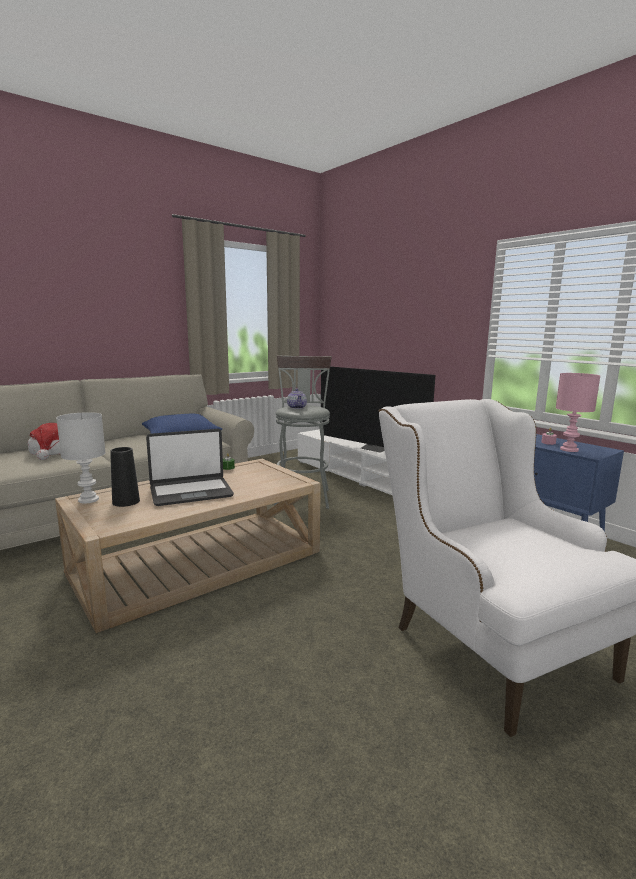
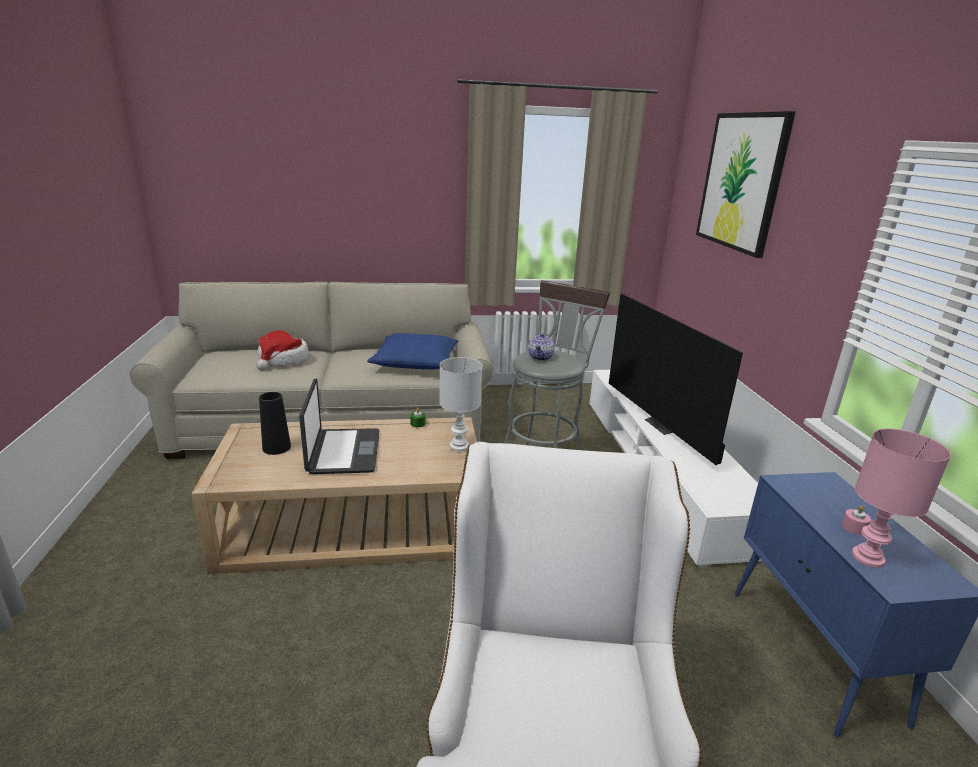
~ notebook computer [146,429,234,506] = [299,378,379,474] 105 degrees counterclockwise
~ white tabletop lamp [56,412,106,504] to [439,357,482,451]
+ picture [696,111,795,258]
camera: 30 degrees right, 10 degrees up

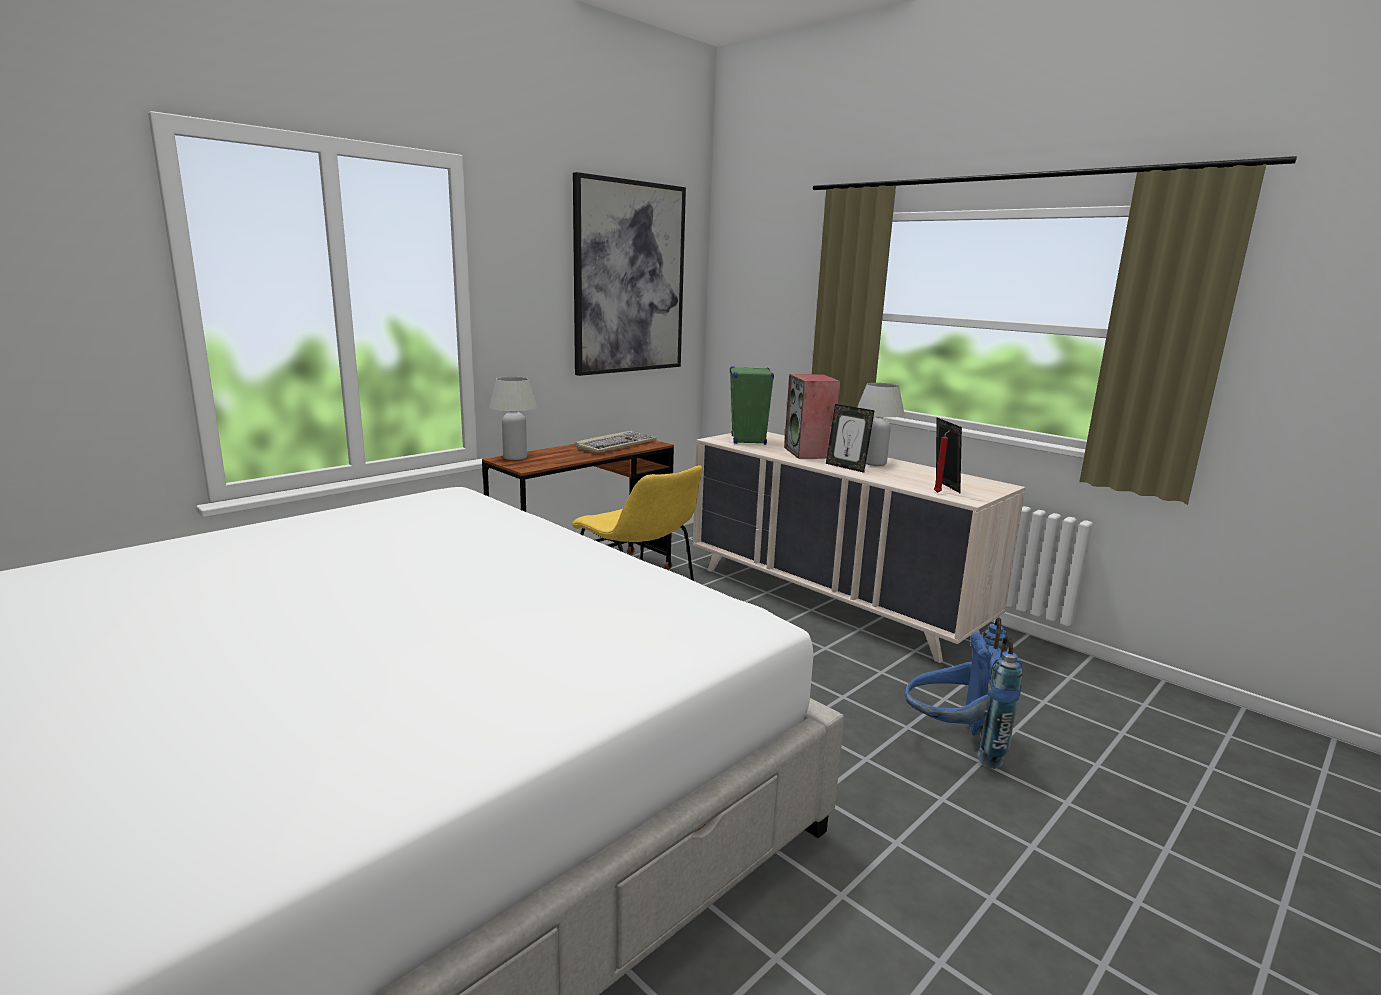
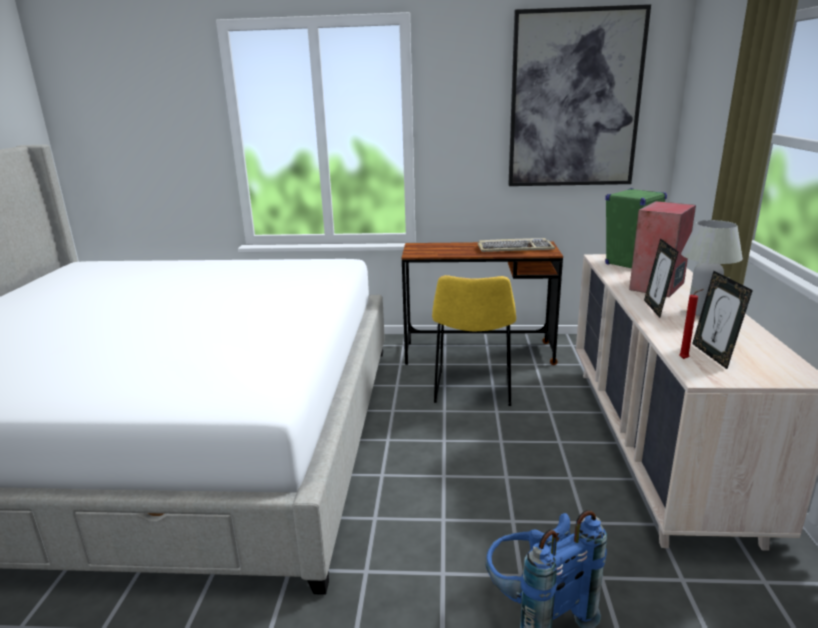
~ picture frame [936,418,962,493] = [692,271,753,369] 135 degrees clockwise
- white tabletop lamp [489,377,538,460]
camera: 50 degrees right, 5 degrees up

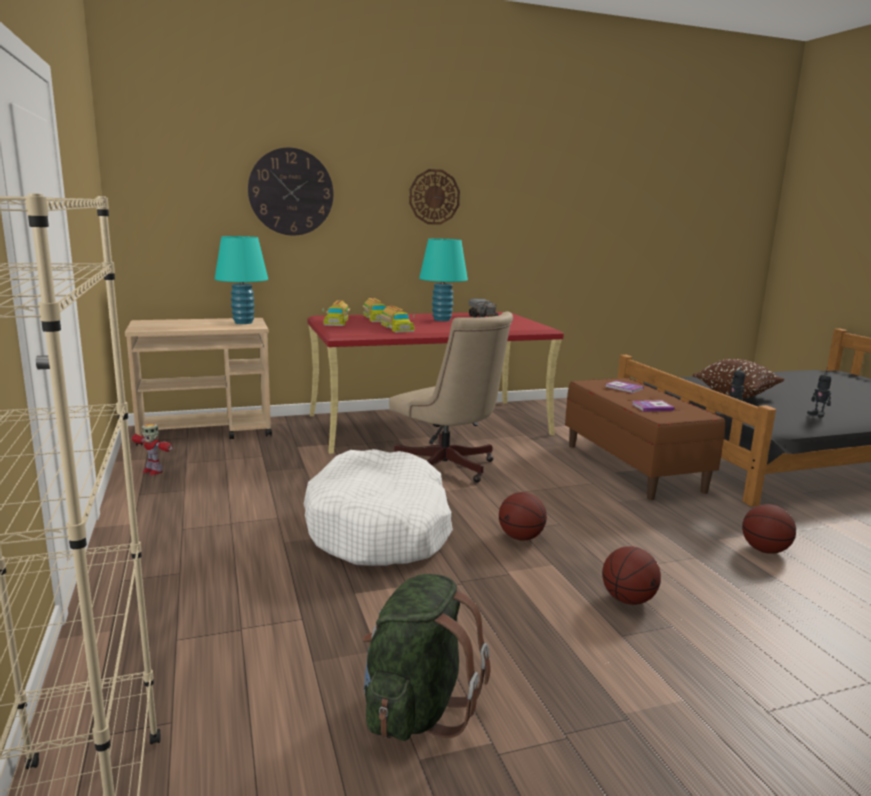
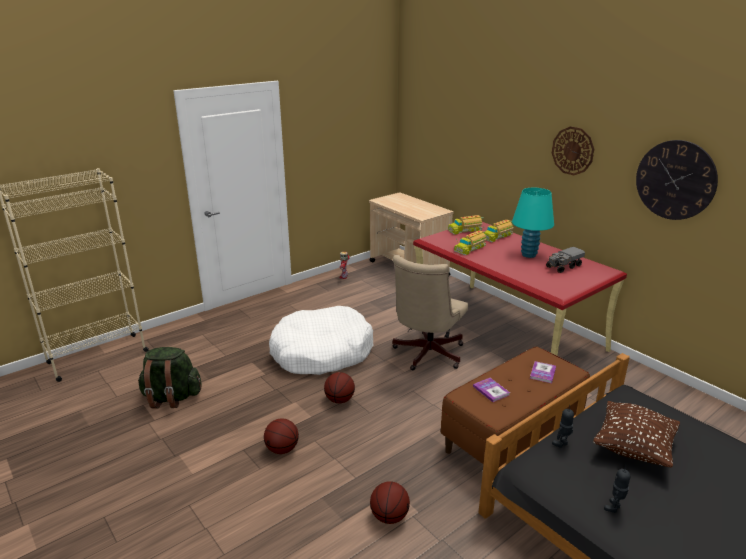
~ clock on the wall [248,148,333,235] to [636,140,718,220]
- turquoise tabletop lamp [215,236,268,324]
camera: 70 degrees right, 10 degrees up

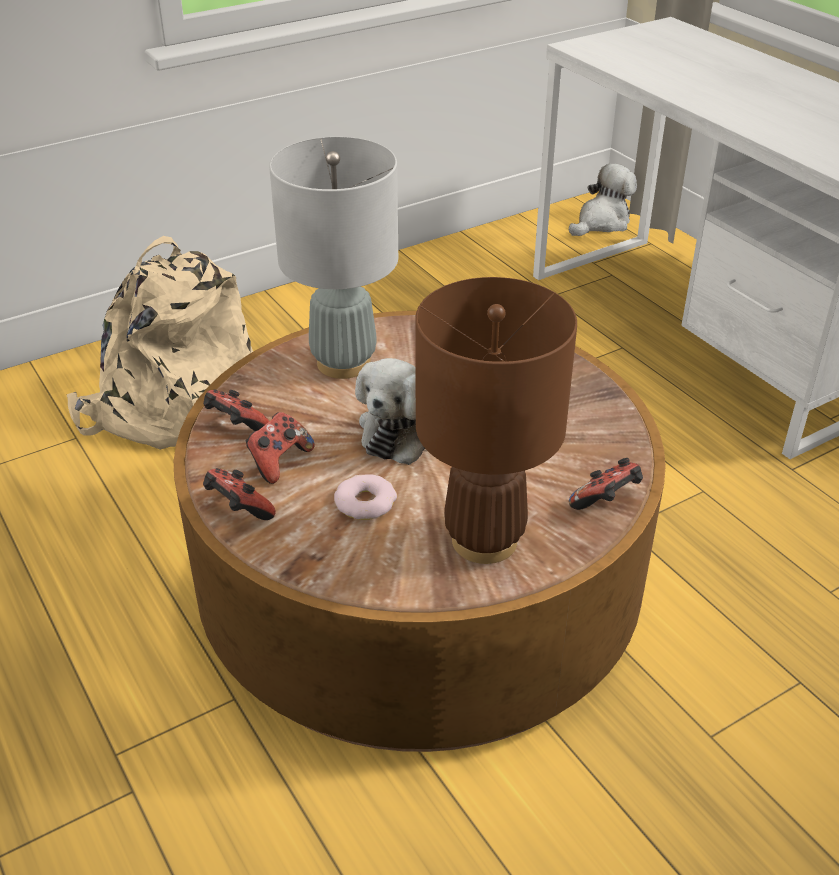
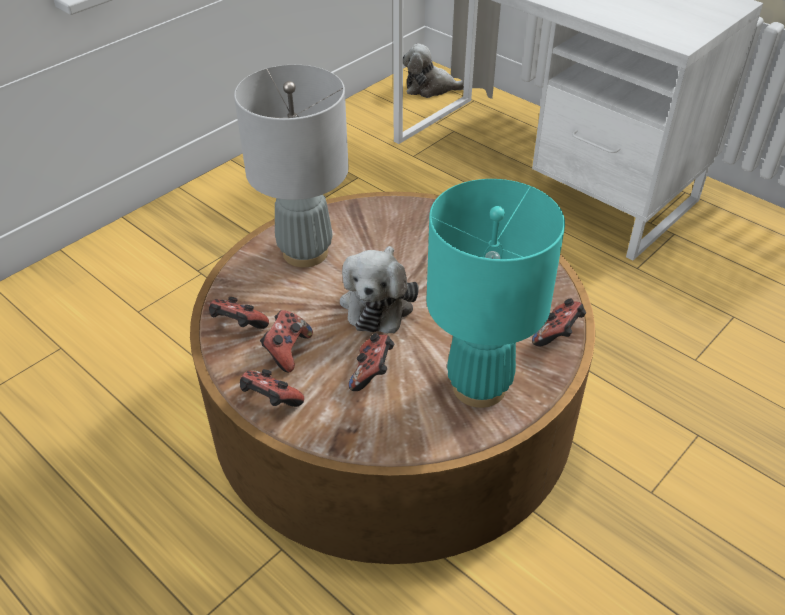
~ doughnut [334,474,397,520] to joypad [348,333,394,391]
~ plush toy [568,164,637,236] = [403,43,464,98] 120 degrees counterclockwise
~ brown tabletop lamp [415,277,577,564] to turquoise tabletop lamp [427,179,565,408]
- sand-coloured knapsack [67,236,253,450]
camera: 15 degrees left, 5 degrees up

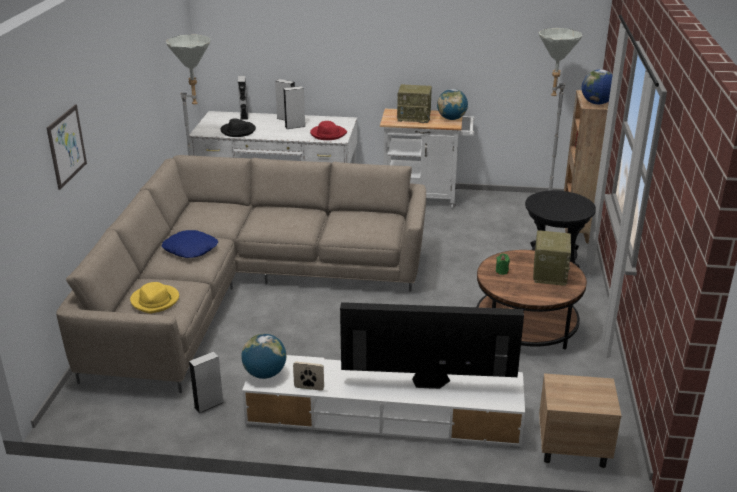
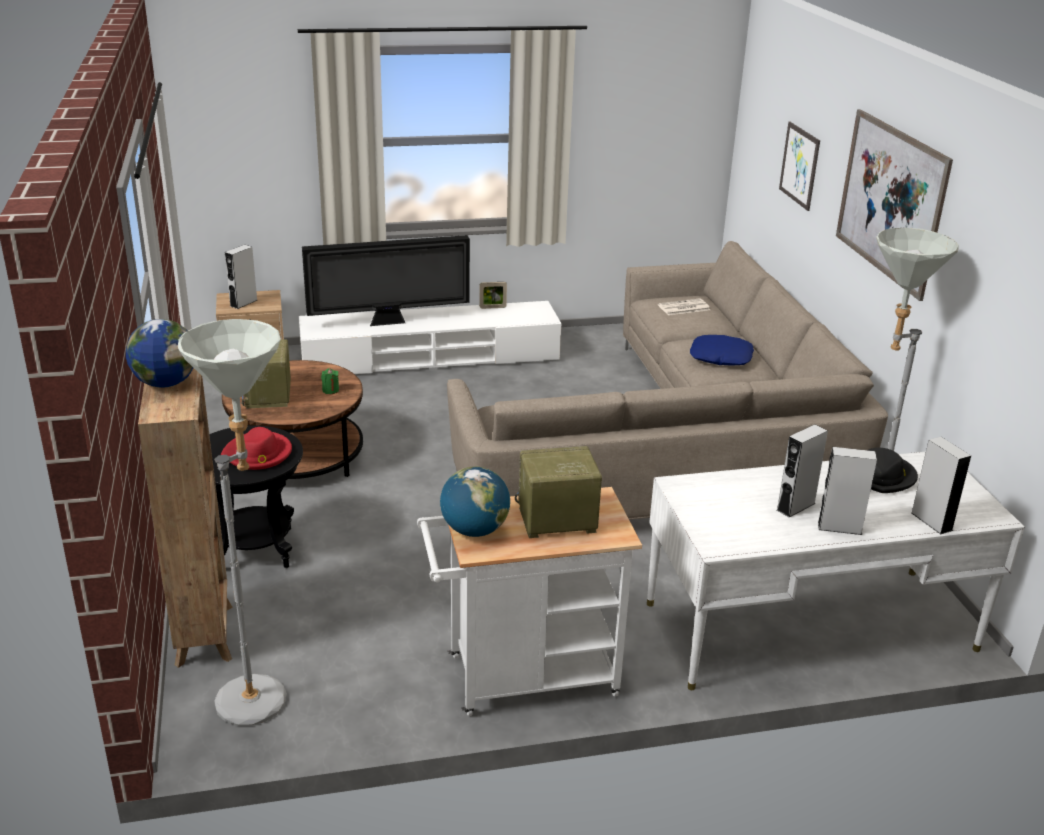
~ reddish hat [310,121,347,140] to [221,427,292,470]
~ grey loudspeaker [189,351,224,413] to [225,245,257,309]
~ yellowish hat [130,282,179,314] to daily paper [658,298,710,315]
+ picture [836,109,953,301]
- world globe [241,334,286,379]
camera: 160 degrees right, 0 degrees up

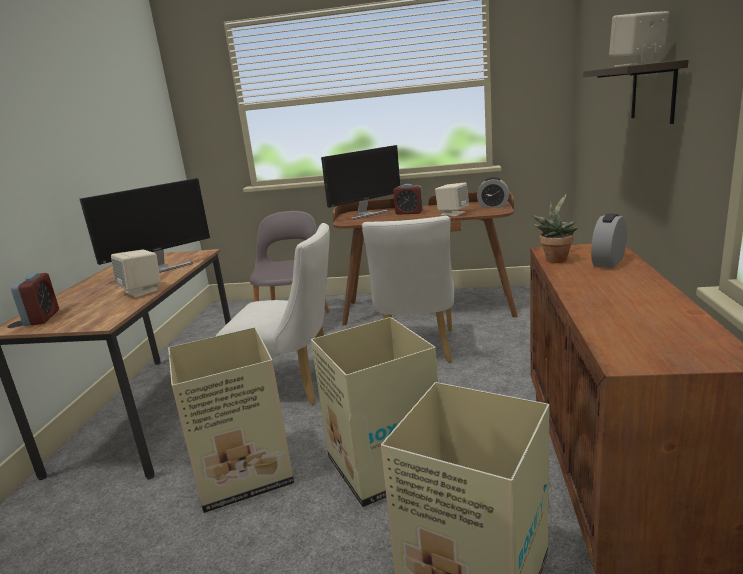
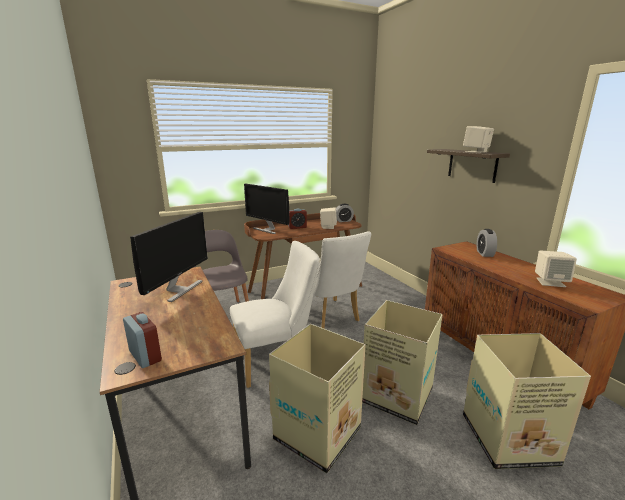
~ monitor [321,145,400,220] = [244,184,290,234] 105 degrees clockwise
~ sand-coloured loudspeaker [111,250,161,298] to [535,250,577,287]
- plant in a pot [531,194,578,263]
camera: 35 degrees left, 0 degrees up

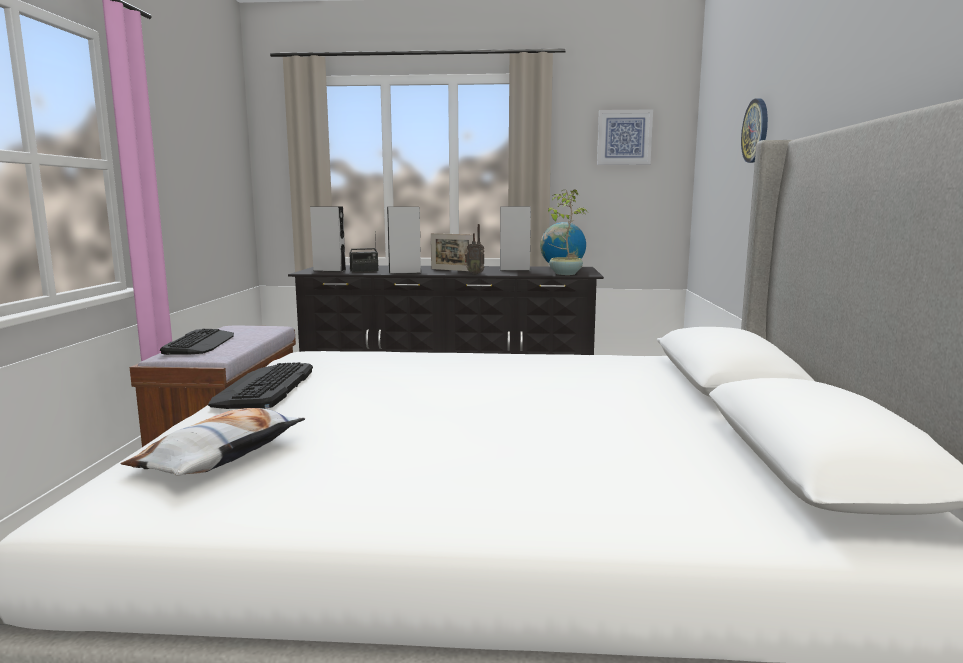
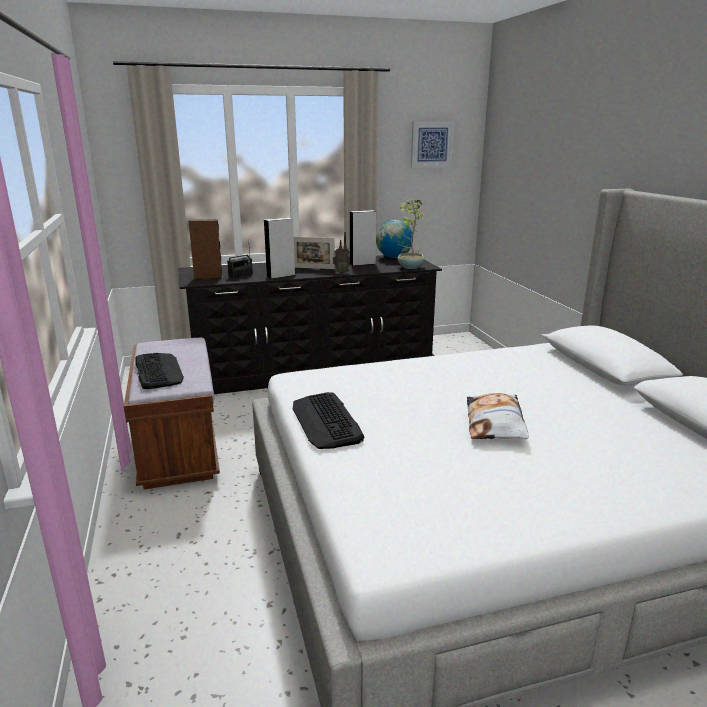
~ grey loudspeaker [310,206,346,272] to brown loudspeaker [188,219,223,280]
~ throw pillow [120,408,306,476] to [467,393,529,439]
- clock on the wall [741,98,768,163]
camera: 20 degrees left, 10 degrees up

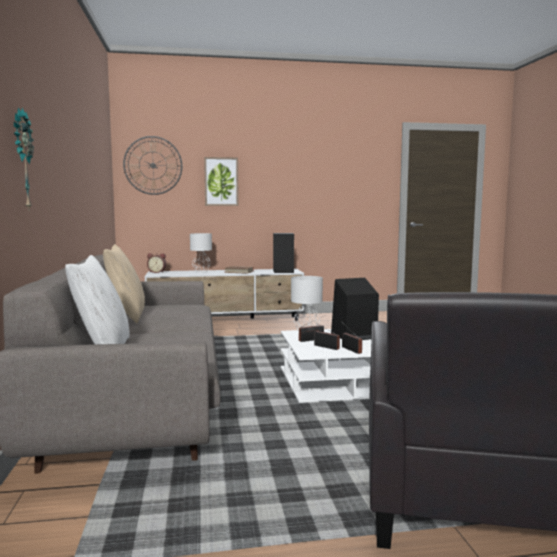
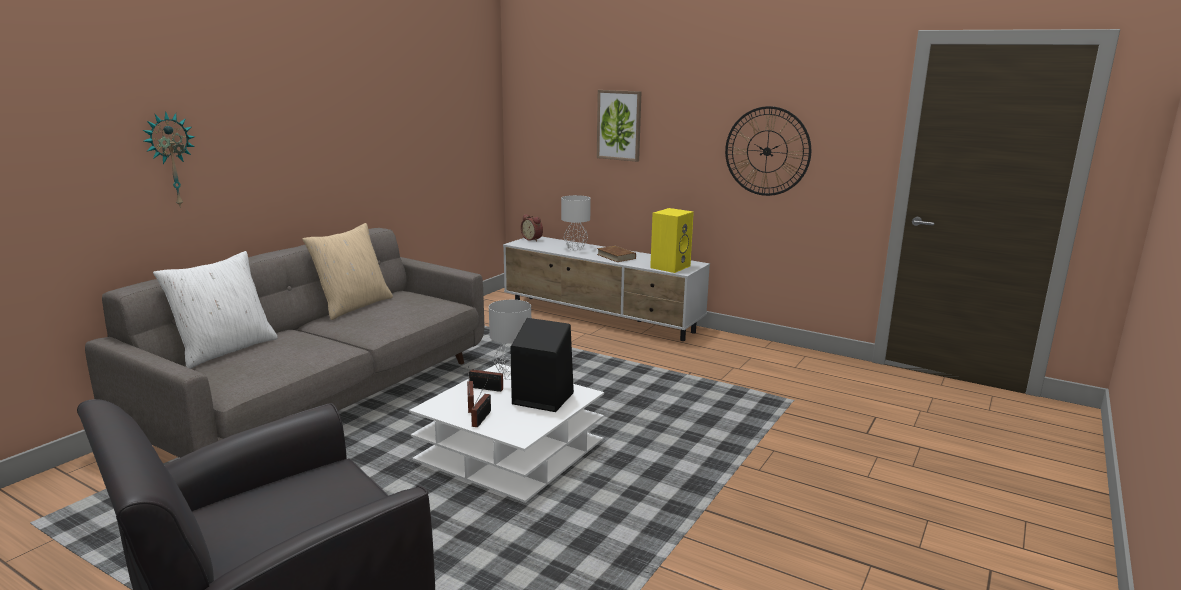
~ blackish loudspeaker [273,233,294,273] to yellowish loudspeaker [650,208,694,273]
~ clock on the wall [123,136,182,195] to [725,106,811,196]
camera: 40 degrees right, 10 degrees up

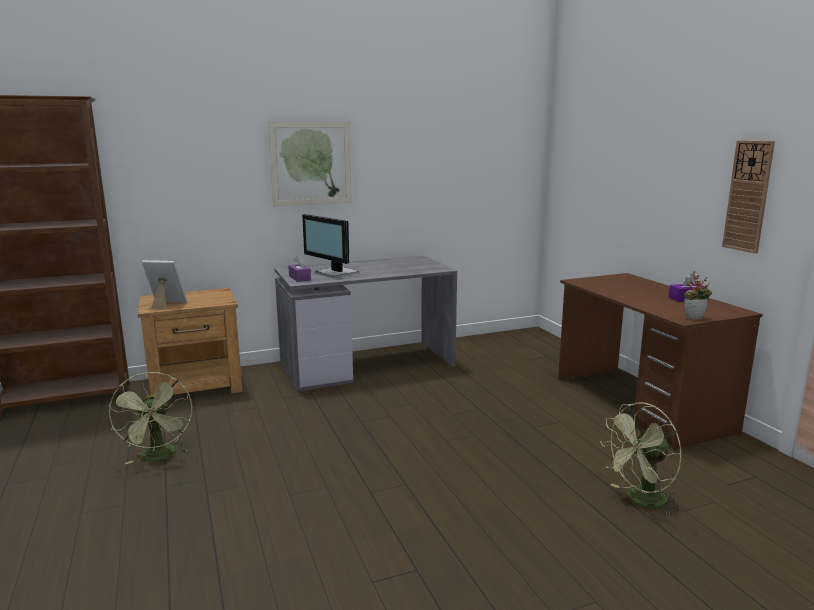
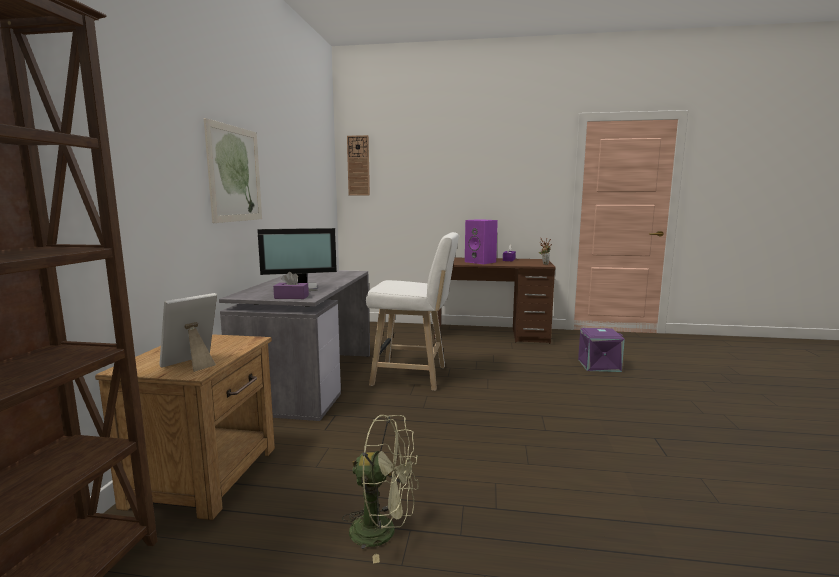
~ clock on the wall [722,140,775,254] to [347,135,370,195]
+ white stool seat [366,232,459,391]
+ purple-coloured loudspeaker [465,219,498,264]
~ greenish cooling fan [600,402,682,517] to purple-coloured storage bin [578,328,625,372]
camera: 60 degrees left, 5 degrees down

